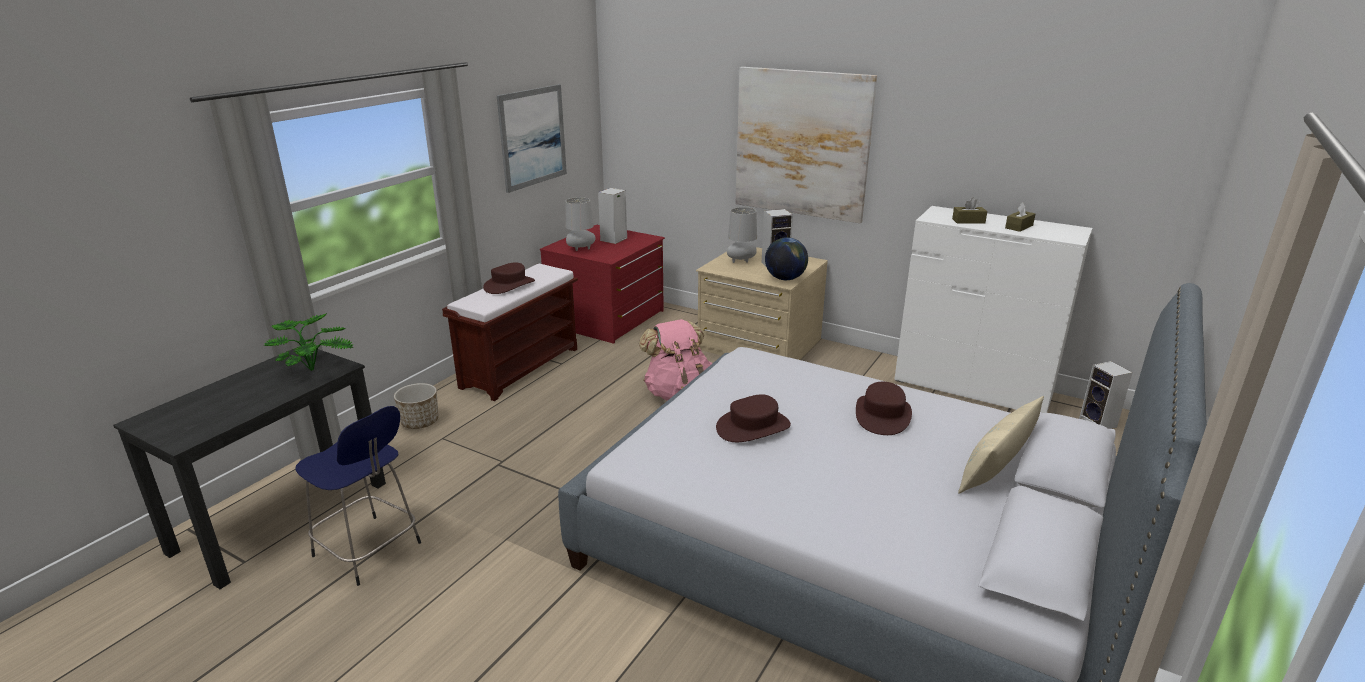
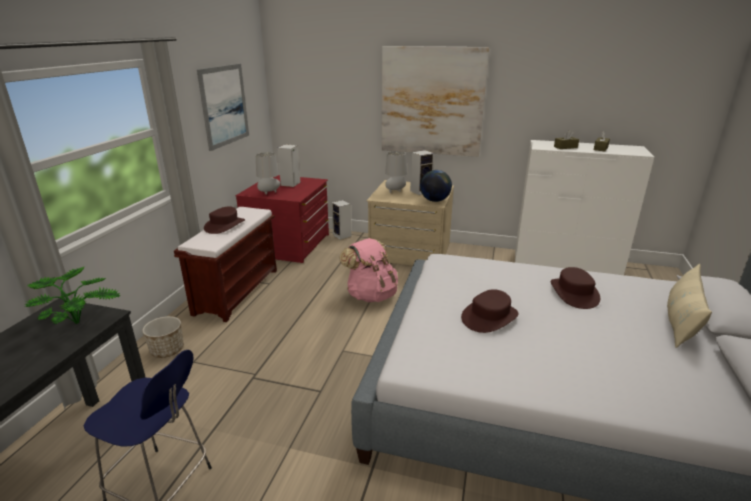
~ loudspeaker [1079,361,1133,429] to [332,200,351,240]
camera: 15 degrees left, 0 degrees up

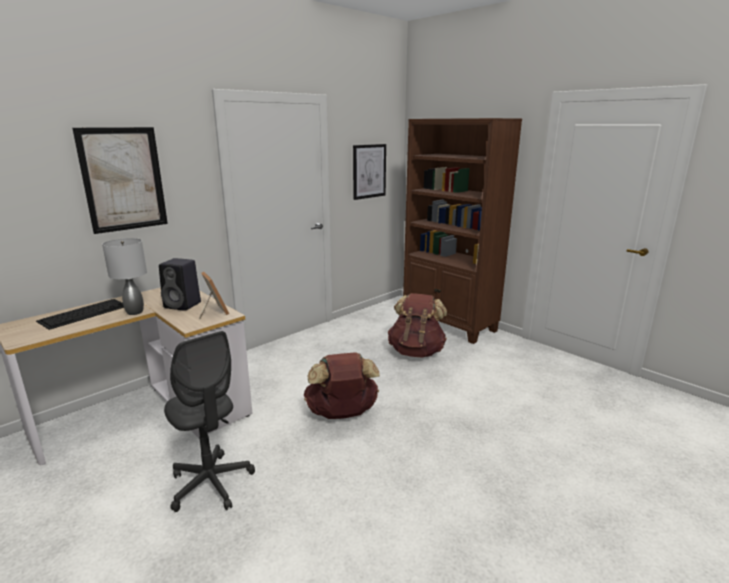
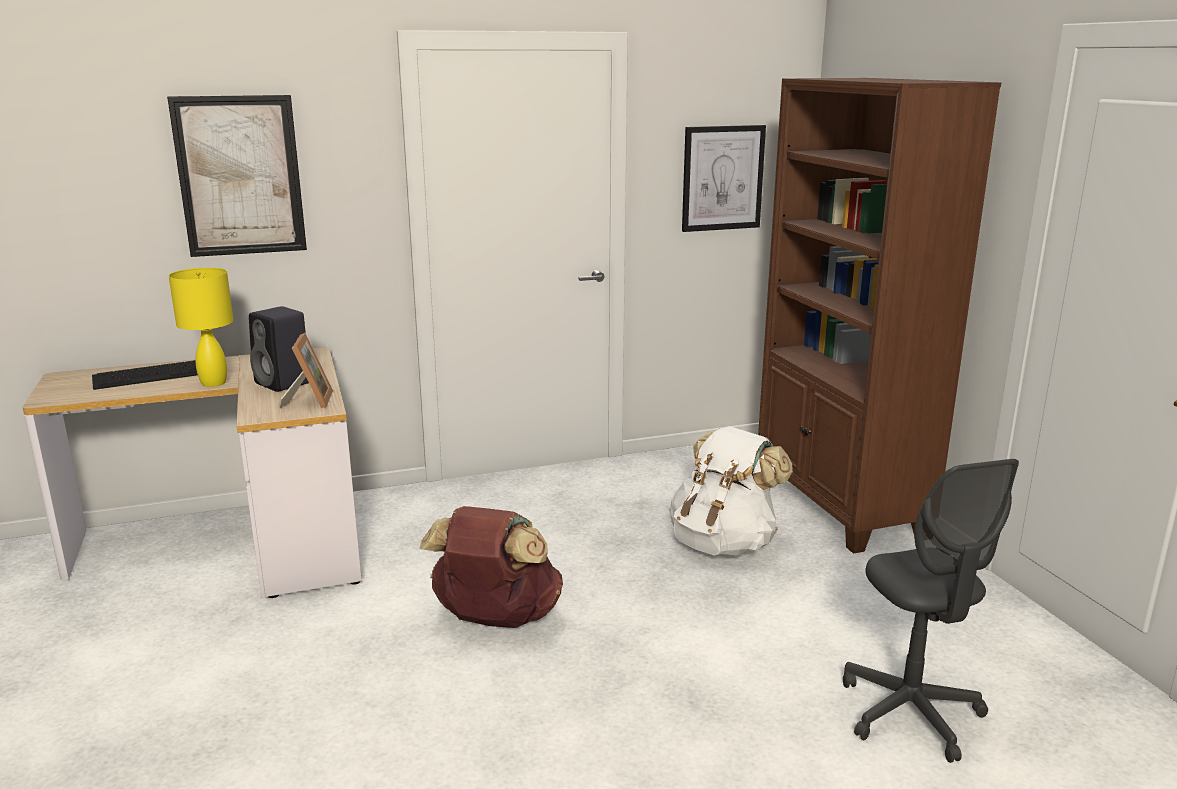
~ grey tabletop lamp [102,238,147,315] to yellowish tabletop lamp [169,268,234,387]
~ brown knapsack [388,293,447,358] to white knapsack [669,426,793,557]
~ grey office chair [164,331,255,512] to [843,459,1019,763]
camera: 25 degrees right, 0 degrees up

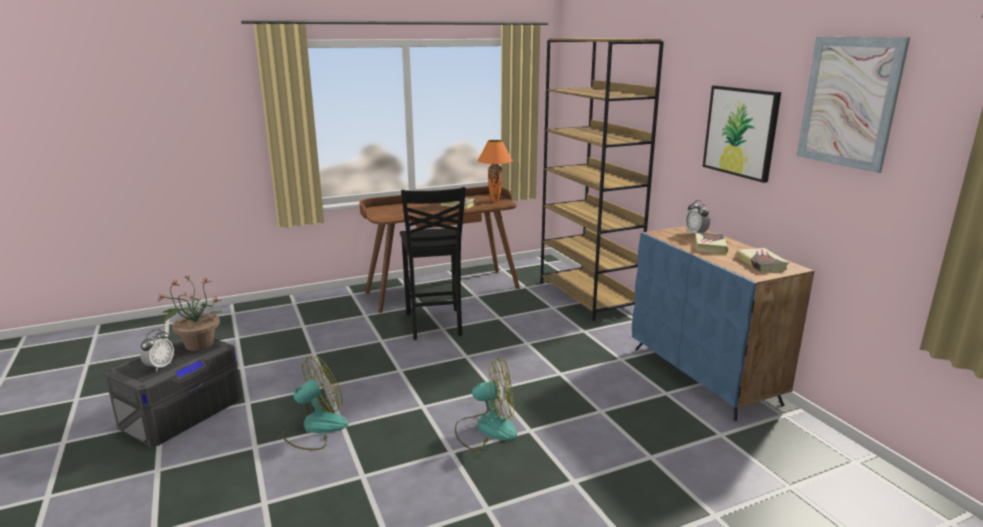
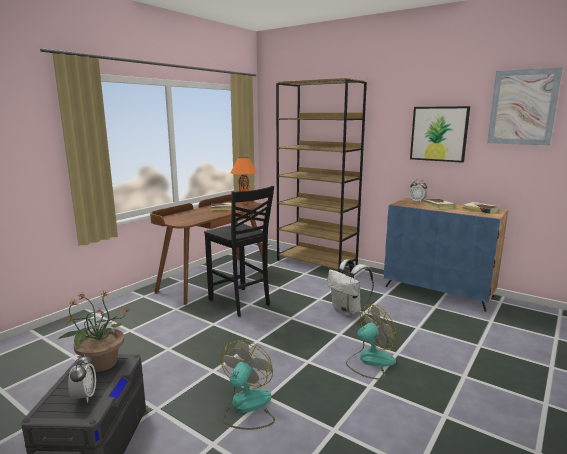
+ white knapsack [327,259,374,316]
camera: 30 degrees left, 5 degrees down

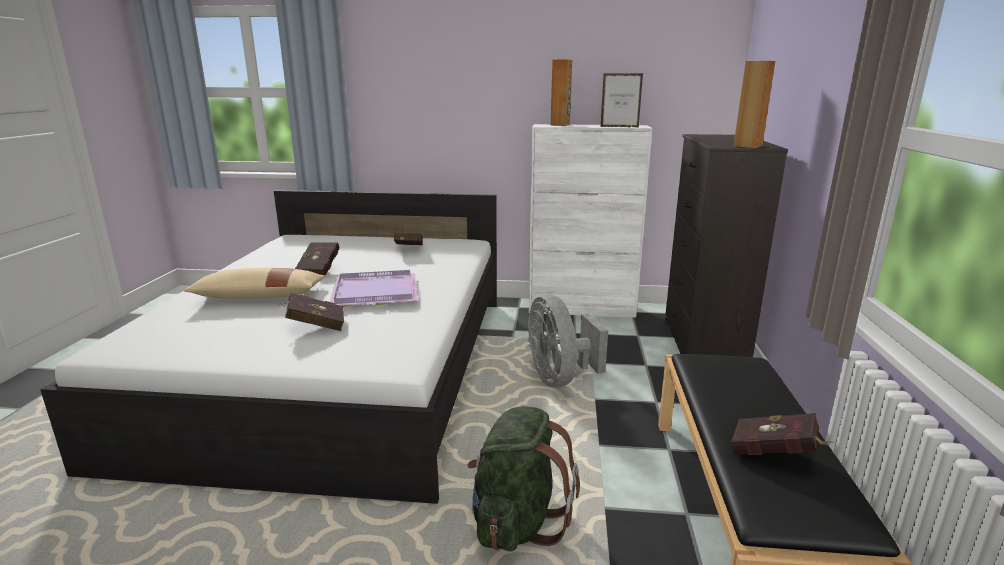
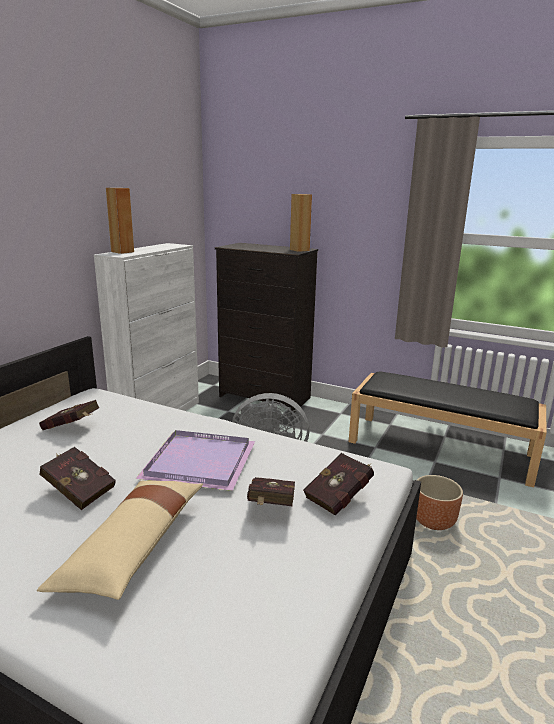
~ reddish bound book [731,413,834,455] to [303,453,374,516]
~ greenish knapsack [468,406,580,552] to brown flower pot [416,475,463,530]
- picture frame [601,73,643,128]
camera: 70 degrees left, 0 degrees up

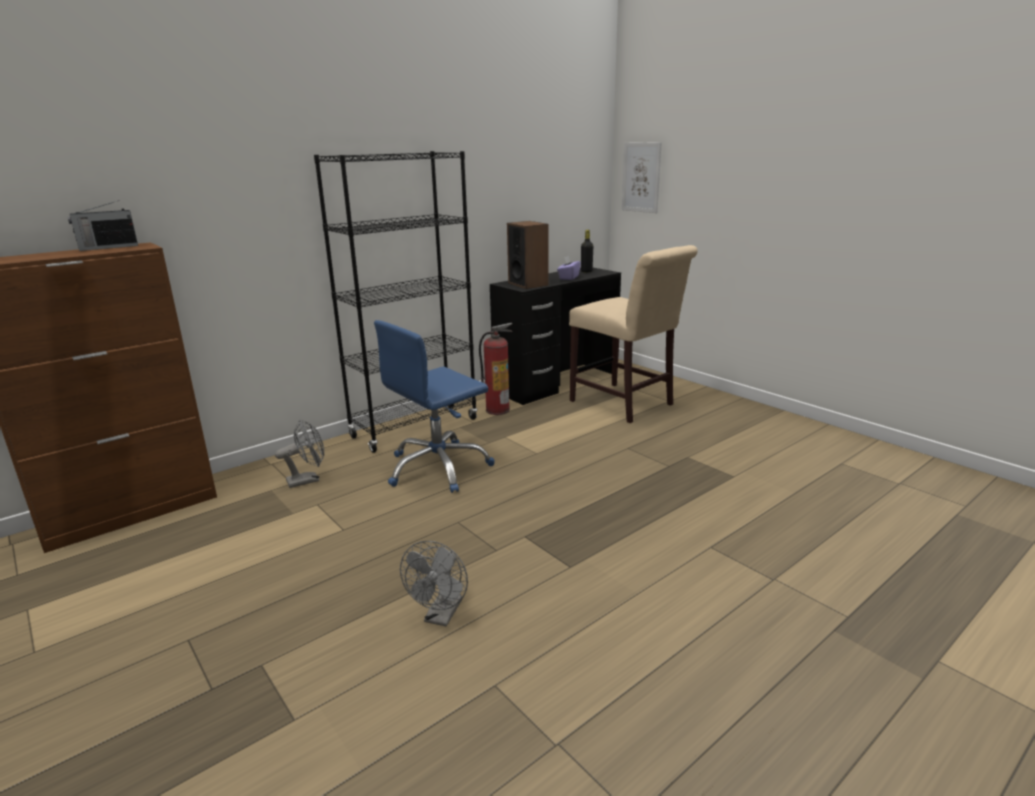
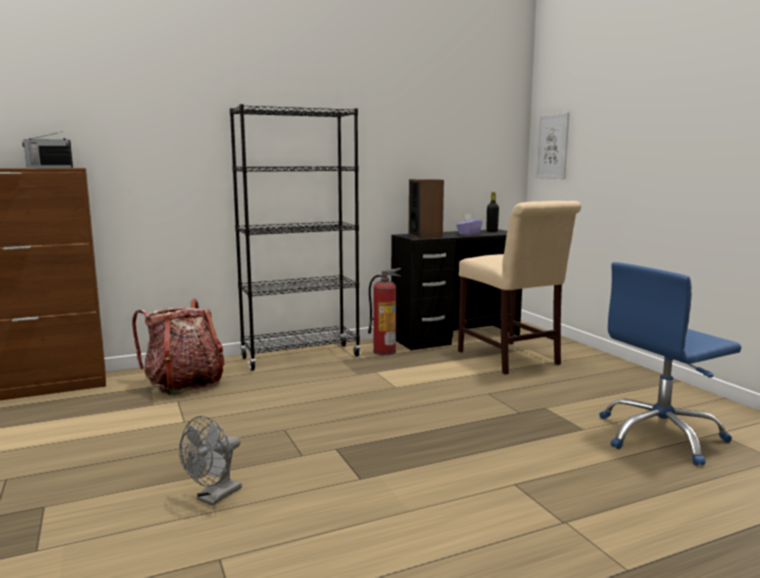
~ grey cooling fan [275,420,324,488] to knapsack [132,299,225,395]
~ blue-coloured office chair [374,320,495,493] to [600,262,741,465]
camera: 15 degrees right, 10 degrees down

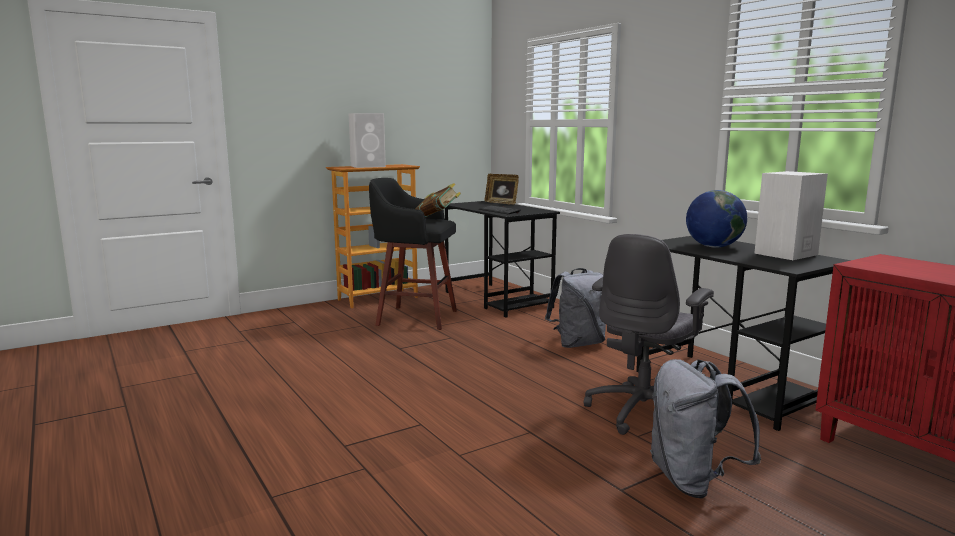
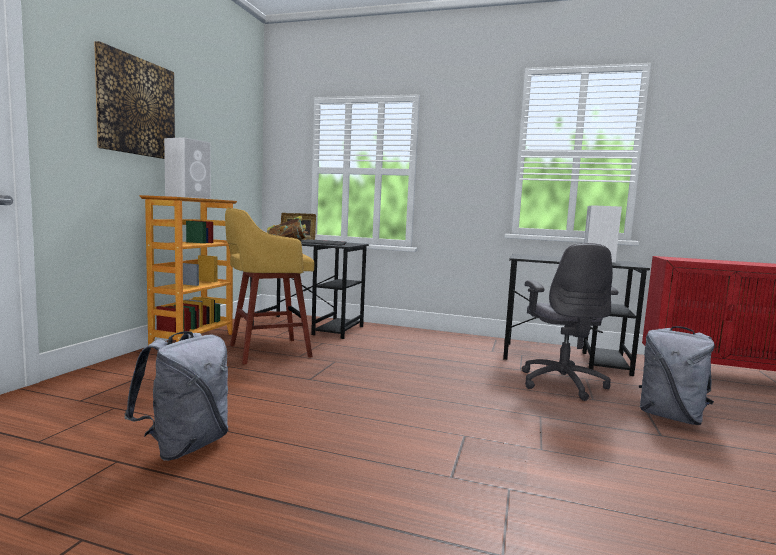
+ picture [94,41,175,159]
~ grey knapsack [545,268,606,348] to [124,331,228,461]
~ blackish stool seat [369,178,457,330] to yellowish stool seat [225,208,315,364]
- world globe [686,190,747,248]
camera: 40 degrees left, 5 degrees down

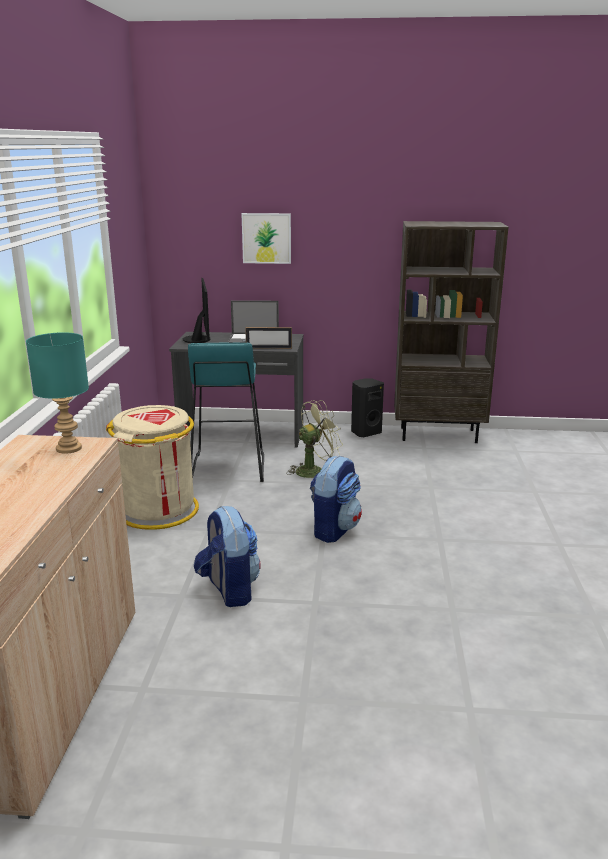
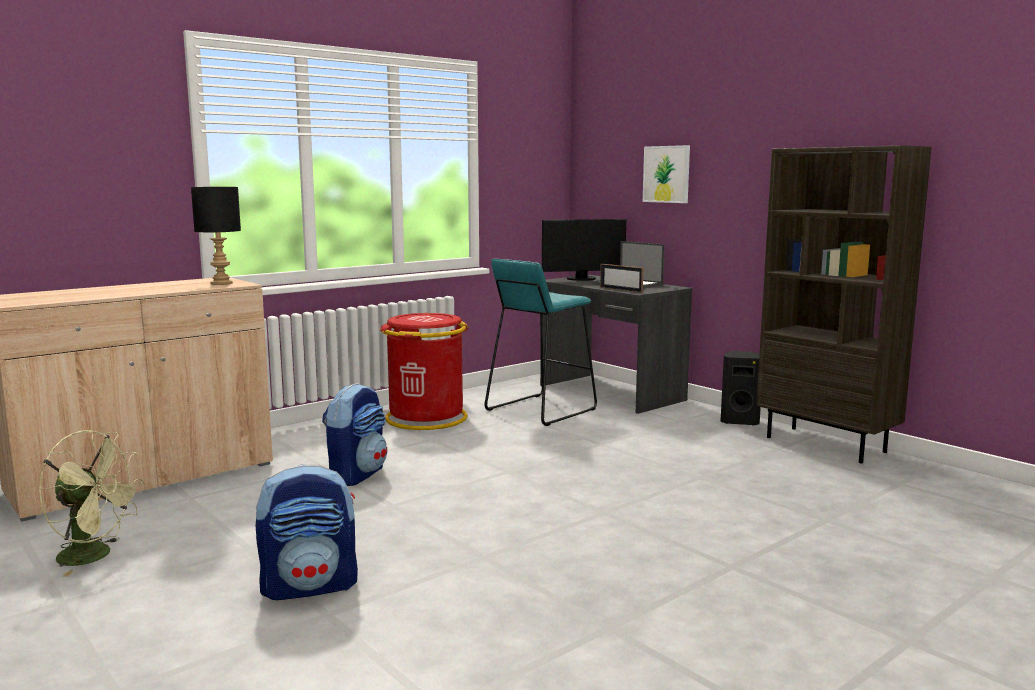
~ greenish cooling fan [286,400,343,478] to [39,430,144,577]
~ turquoise tabletop lamp [26,332,89,454] to blackish tabletop lamp [191,187,241,285]
~ knapsack [310,455,362,543] to [256,464,358,600]
~ sand-coloured trash can [106,405,199,530] to reddish trash can [380,313,468,430]
~ monitor [183,277,210,343] = [542,219,626,281] 45 degrees clockwise
camera: 45 degrees right, 10 degrees down

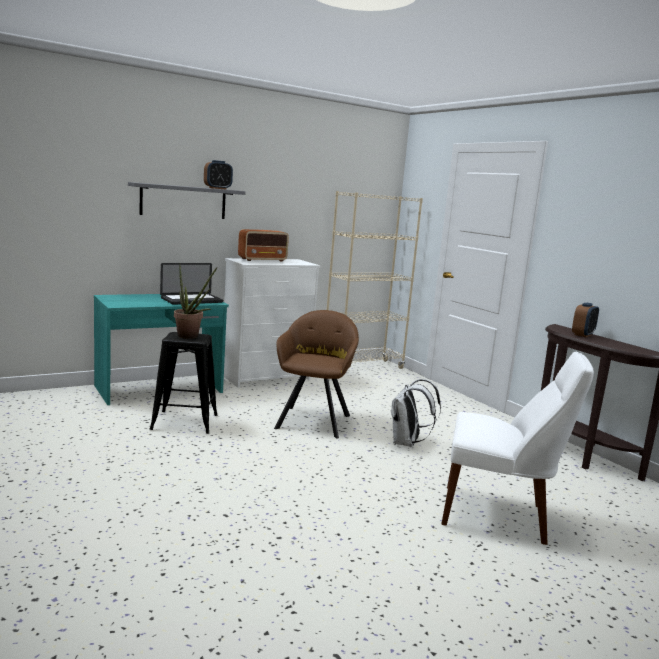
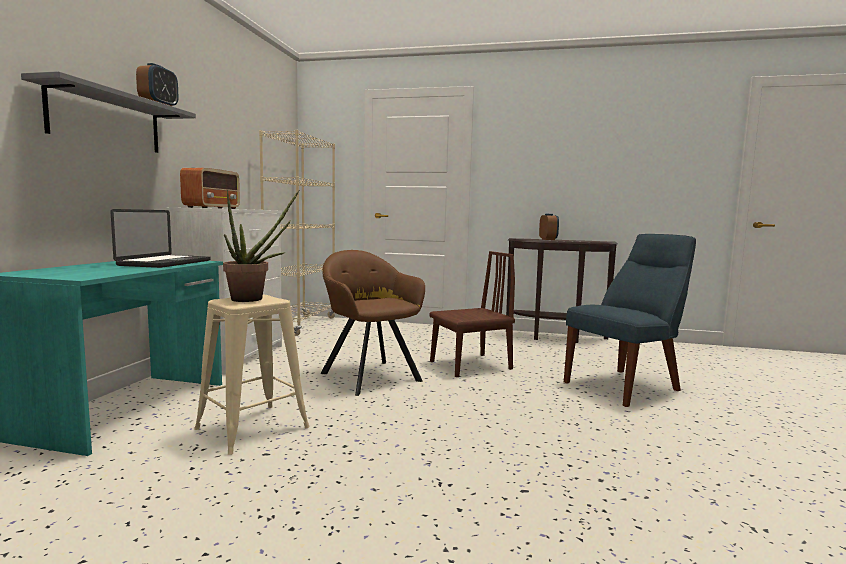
~ blackish stool seat [150,332,217,434] to sand-coloured stool seat [194,295,310,455]
~ white knapsack [391,379,441,447] to brown chair [429,251,515,377]
~ white chair [441,352,594,545] to blue-coloured chair [564,234,696,407]
camera: 45 degrees left, 5 degrees down

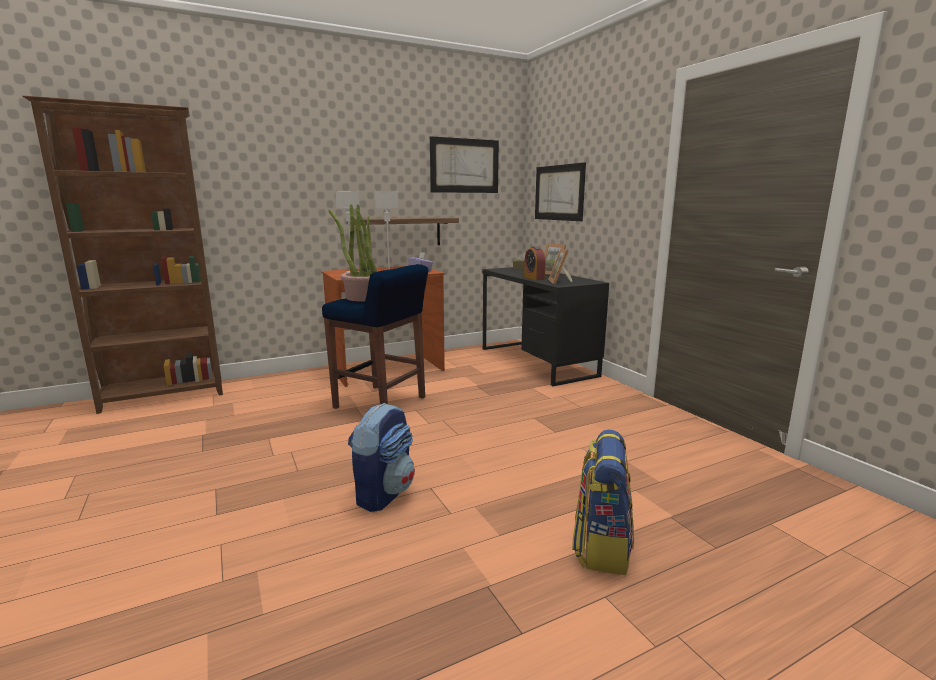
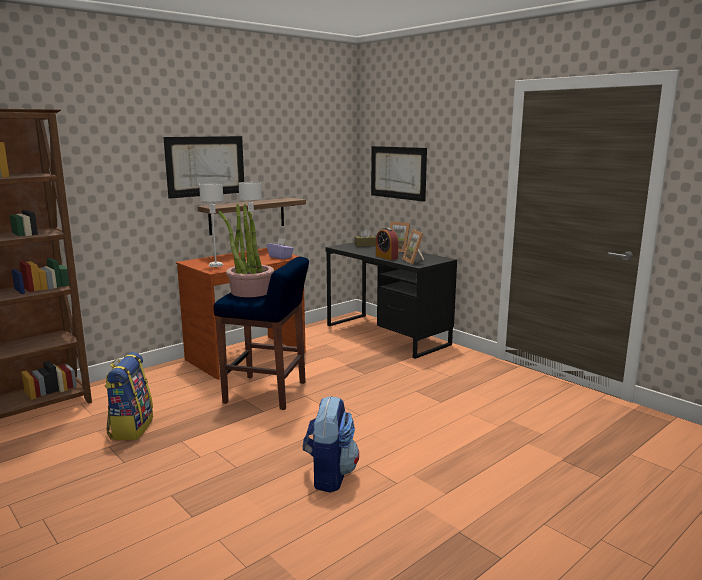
~ knapsack [572,430,634,575] to [105,352,153,440]
~ picture [430,136,499,193] to [163,136,244,199]
camera: 15 degrees left, 0 degrees up

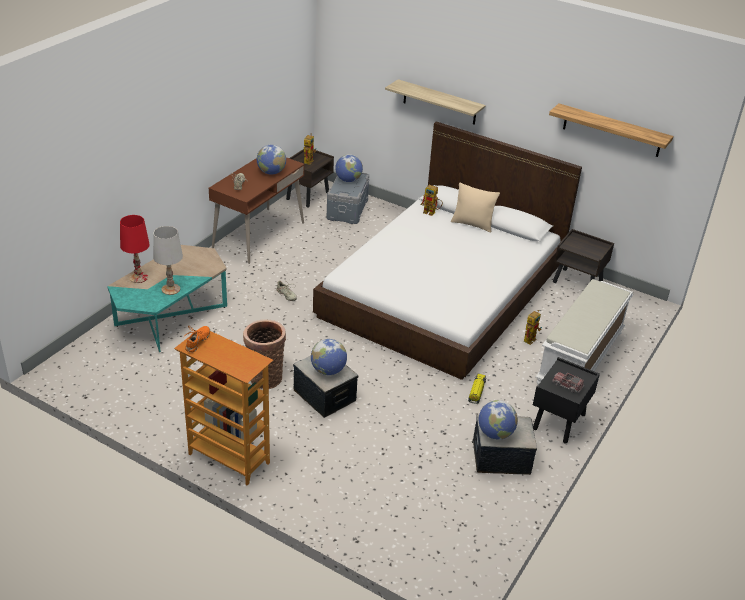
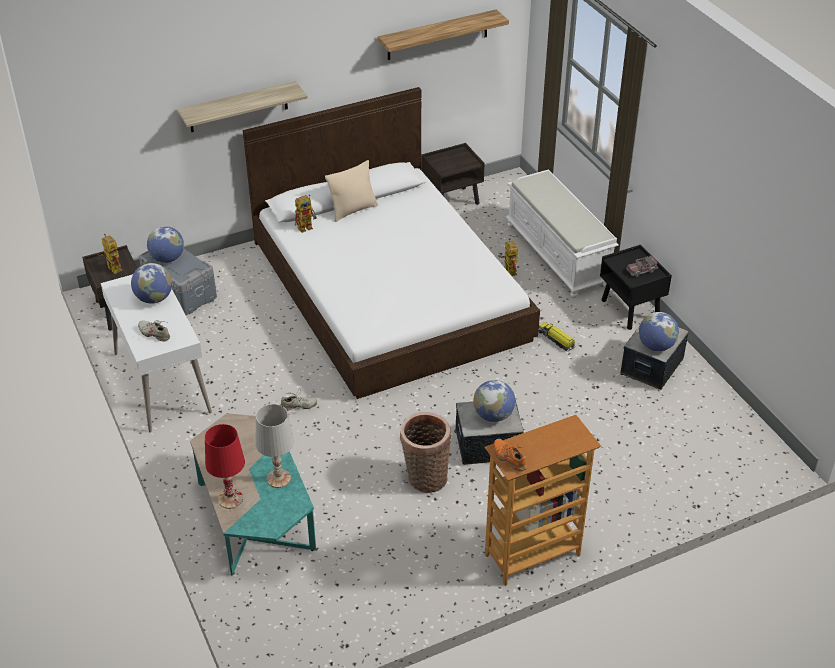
~ brown desk unit [209,157,304,264] to white desk unit [101,274,212,432]
camera: 55 degrees left, 5 degrees up

